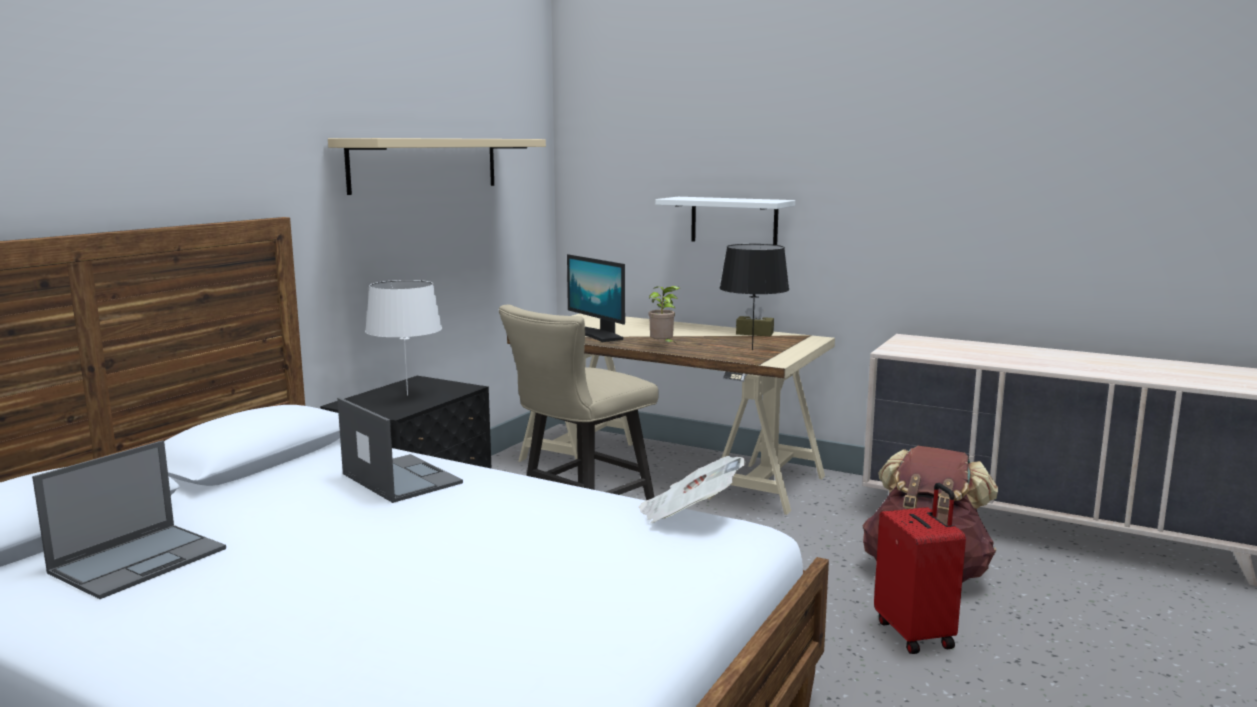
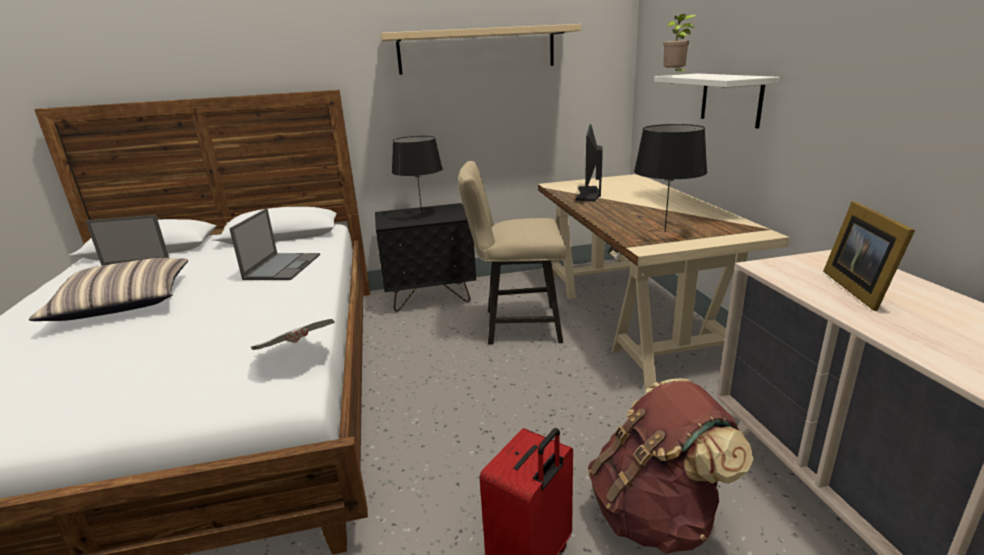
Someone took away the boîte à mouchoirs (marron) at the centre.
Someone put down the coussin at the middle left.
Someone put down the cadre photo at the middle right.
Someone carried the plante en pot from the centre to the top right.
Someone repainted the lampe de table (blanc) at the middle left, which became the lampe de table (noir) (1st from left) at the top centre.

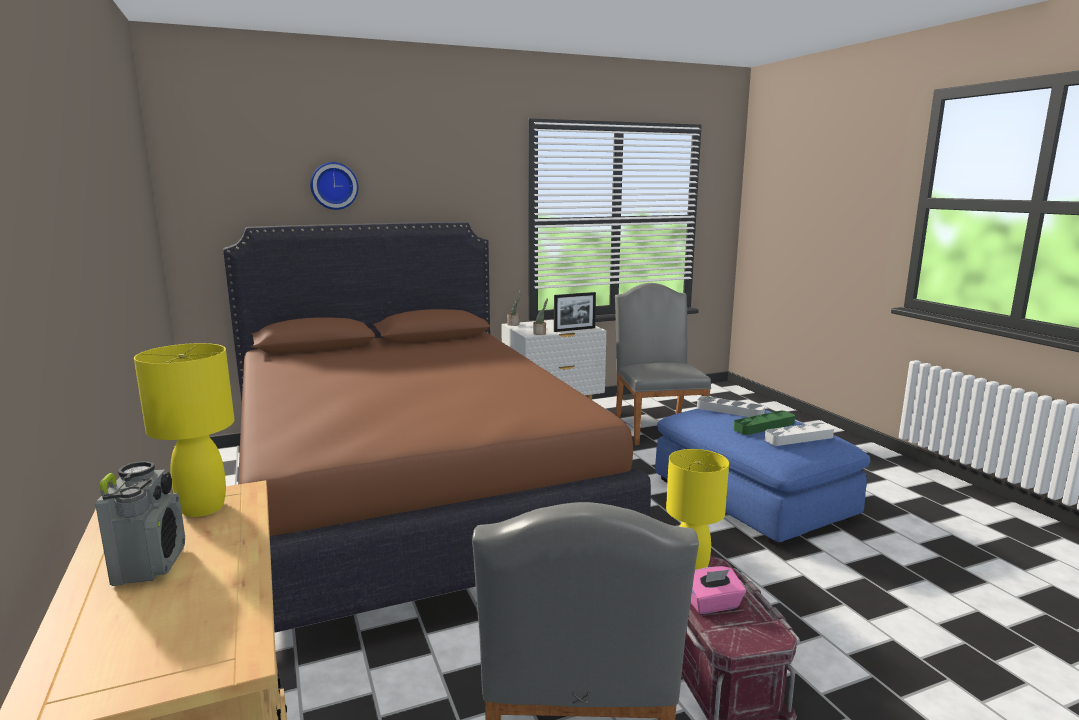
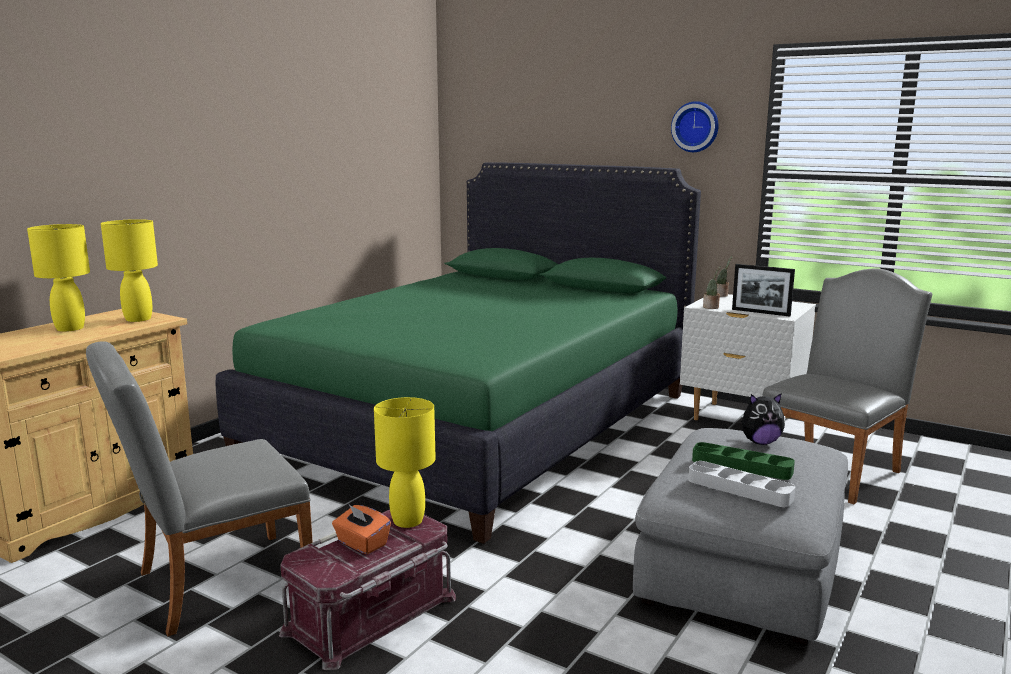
Someone carried the horloge murale from the top left to the top right.
Someone swapped the radio at the bottom left for the lampe de table (jaune) (1st from left) at the middle left.
Someone swapped the plateau (gris) (1st from left) at the middle right for the peluche at the middle right.
Someone repainted the lit (marron) at the centre, which became the lit (vert) at the centre.
Someone repainted the pouf (bleu) at the middle right, which became the pouf (gris) at the bottom right.
Someone repainted the boîte à mouchoirs (rose) at the bottom centre, which became the boîte à mouchoirs (orange) at the bottom centre.

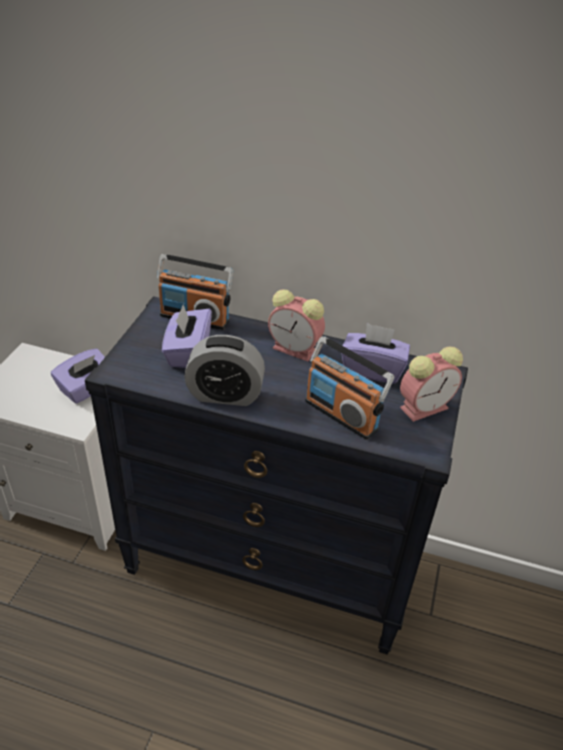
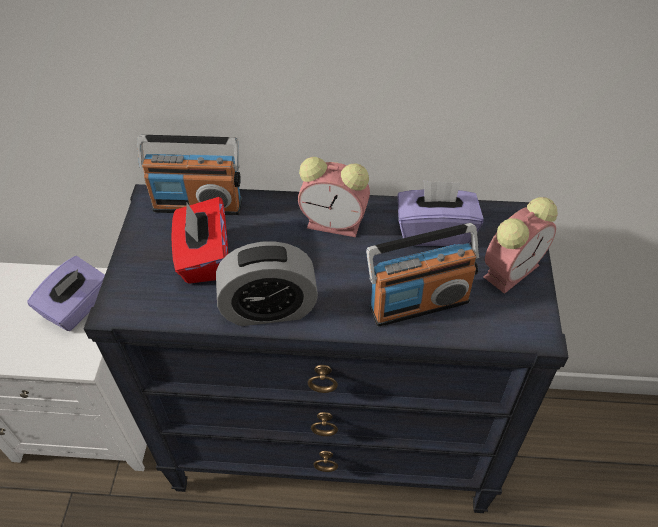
Someone repainted the boîte à mouchoirs (violet) (2nd from left) at the middle left, which became the boîte à mouchoirs (rouge) at the middle left.
Someone rotated the radio (2nd from left) at the centre by 45 degrees counterclockwise.

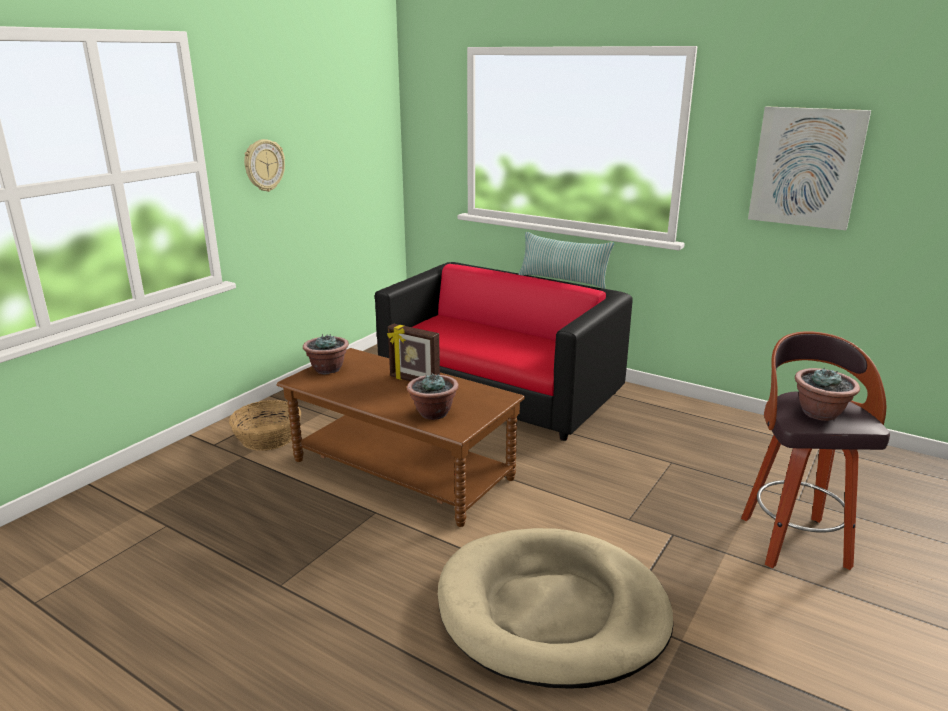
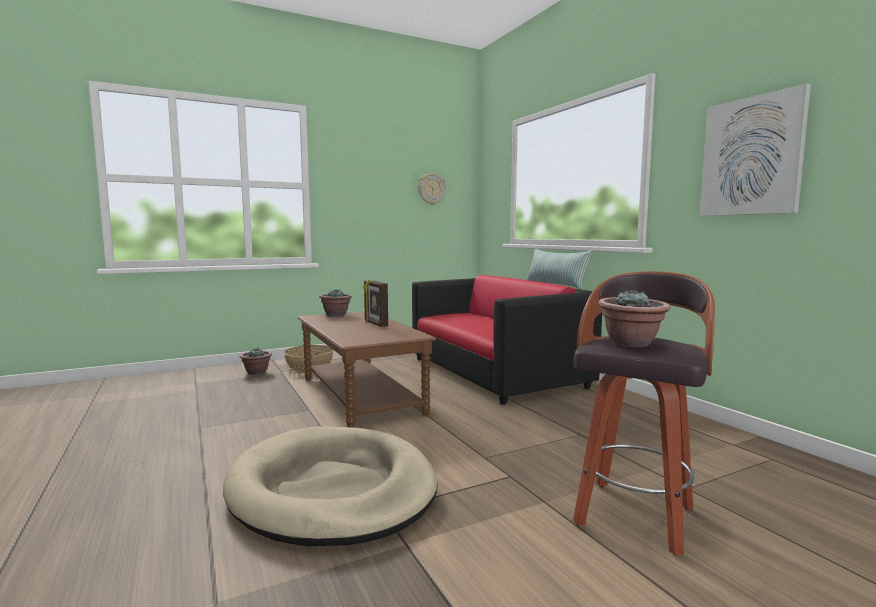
Someone carried the horloge murale from the top left to the top centre.
Someone carried the plante en pot (2nd from left in the first image) from the centre to the middle left.

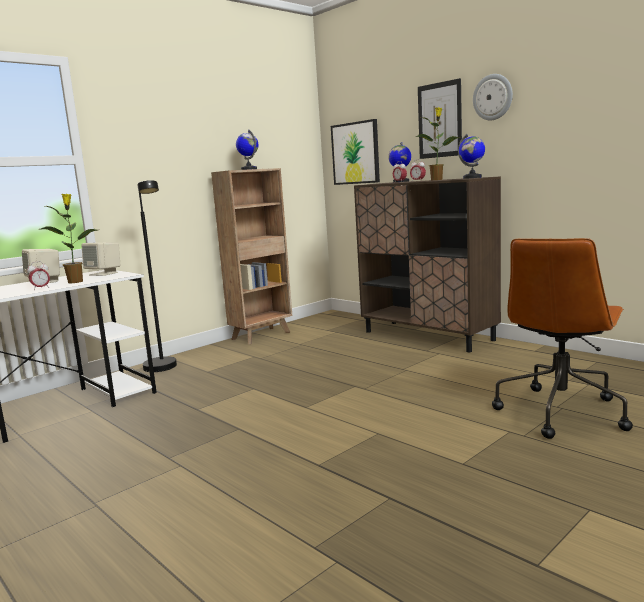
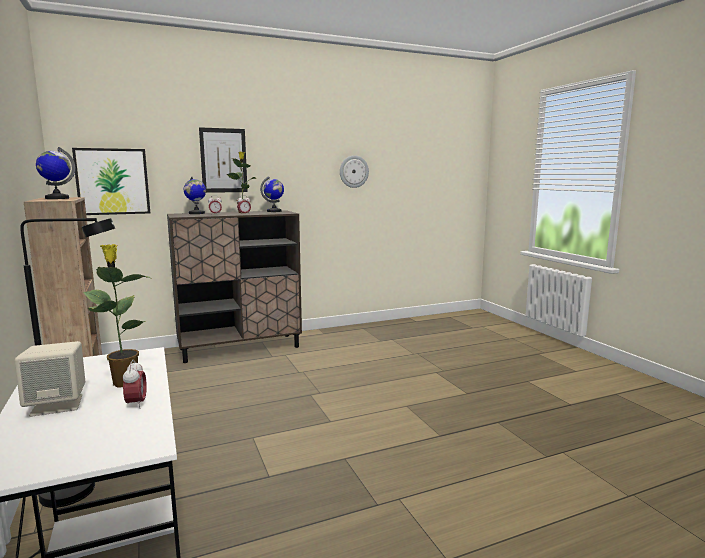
Someone took away the enceinte (beige) (2nd from left) at the middle left.
Someone took away the chaise de bureau (marron) at the middle right.
Someone carried the horloge murale from the top right to the top centre.

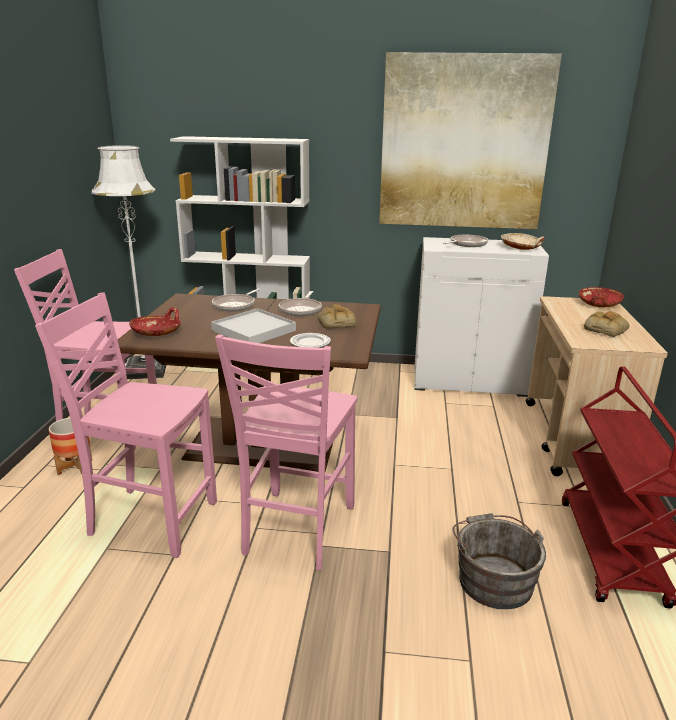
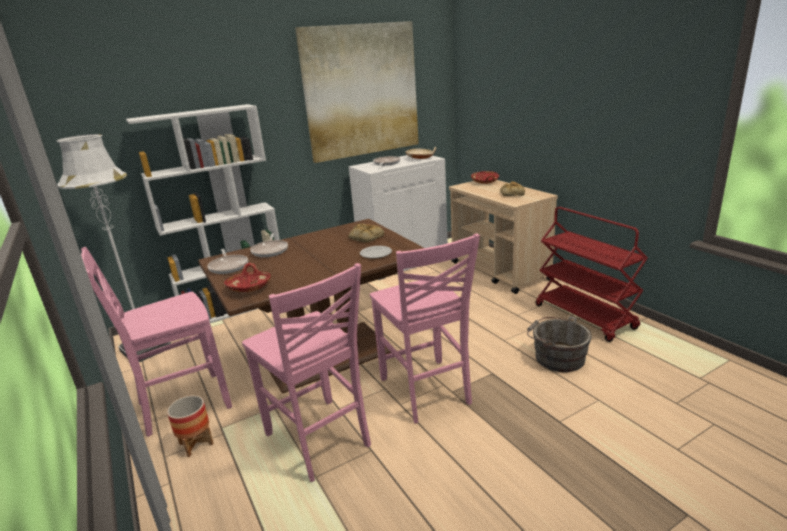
Someone took away the plateau (blanc) at the centre.
Someone carried the poêle (2nd from left in the first image) from the centre to the middle left.
Someone rotated the chaise (rose) (2nd from left) at the middle left by 105 degrees counterclockwise.

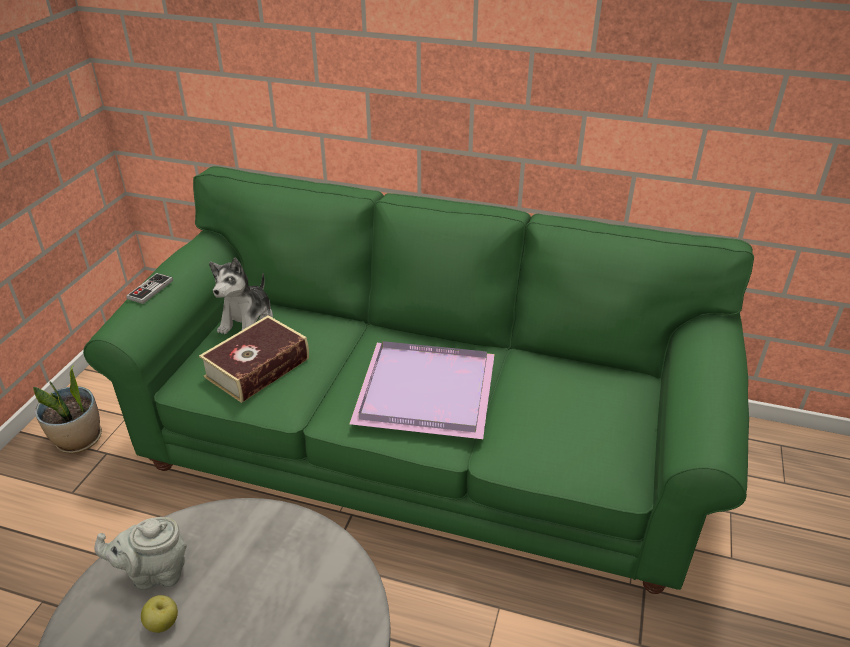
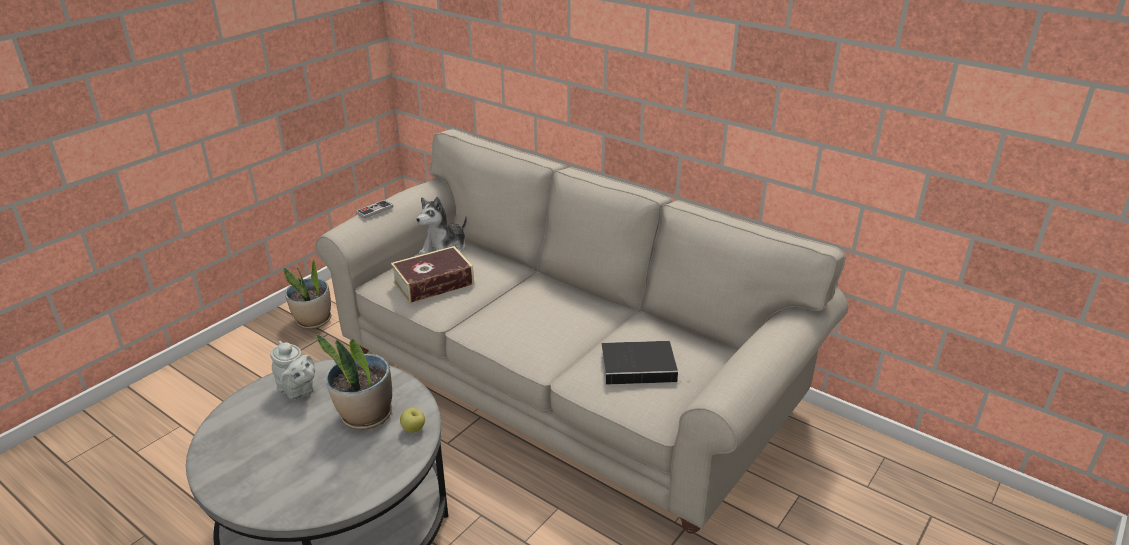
Someone took away the plateau (violet) at the centre.
Someone put down the plante en pot (2nd from left) at the bottom left.
Someone put down the livre (2nd from left) at the centre.
Someone carried the pomme from the bottom left to the bottom centre.
Someone repainted the canapé (vert) at the centre, which became the canapé (beige) at the centre.
Someone rotated the théière (gris) at the bottom left by 150 degrees counterclockwise.

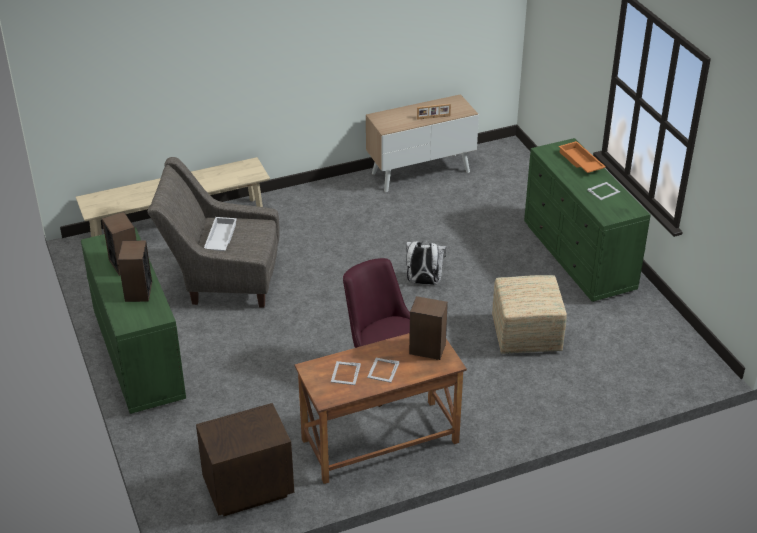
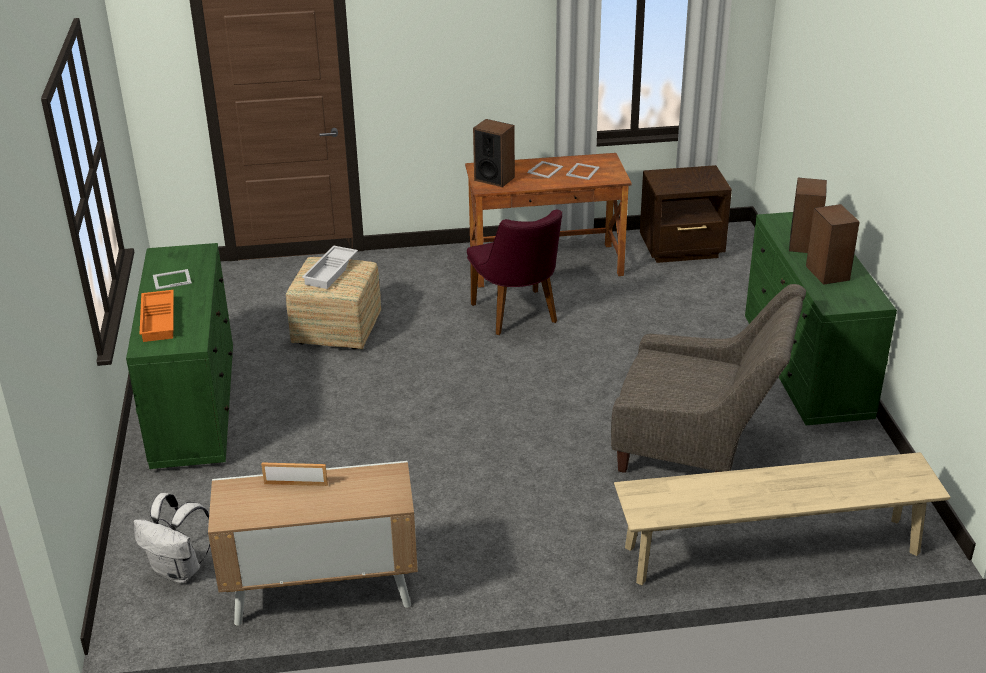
Someone carried the plateau (blanc) from the middle left to the centre.
Someone carried the sac à dos (blanc) from the centre to the bottom left.

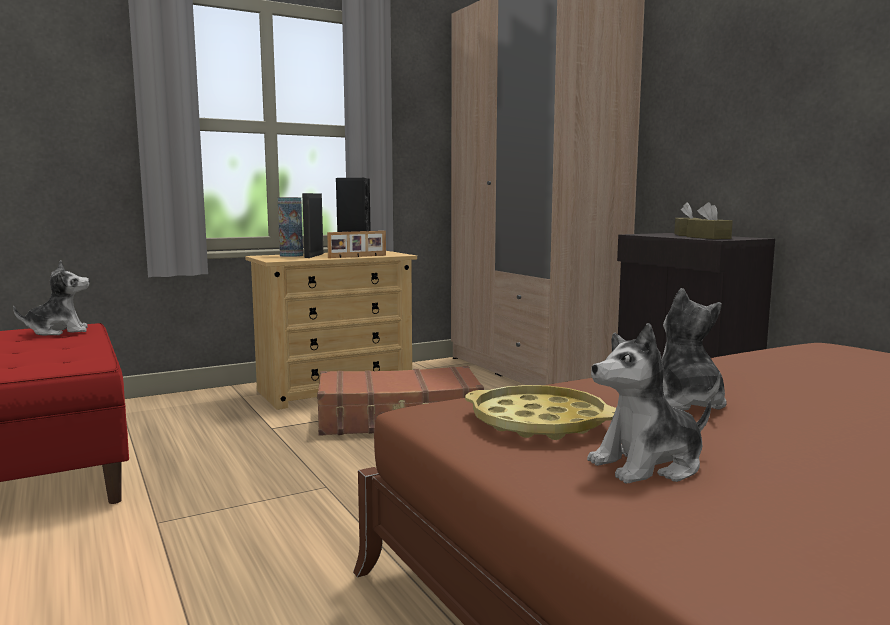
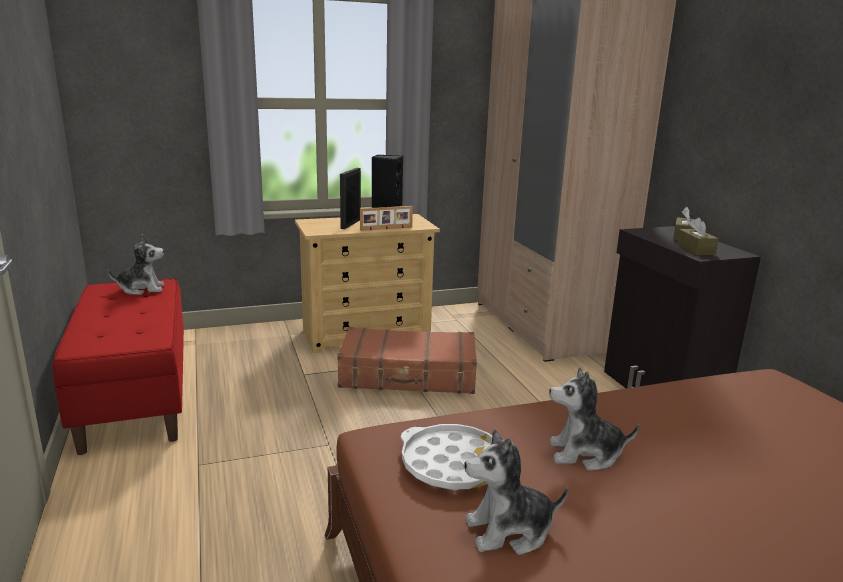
Someone took away the vase at the middle left.
Someone repainted the plateau (jaune) at the centre, which became the plateau (blanc) at the bottom centre.
Someone rotated the peluche (3rd from left) at the middle right by 90 degrees counterclockwise.

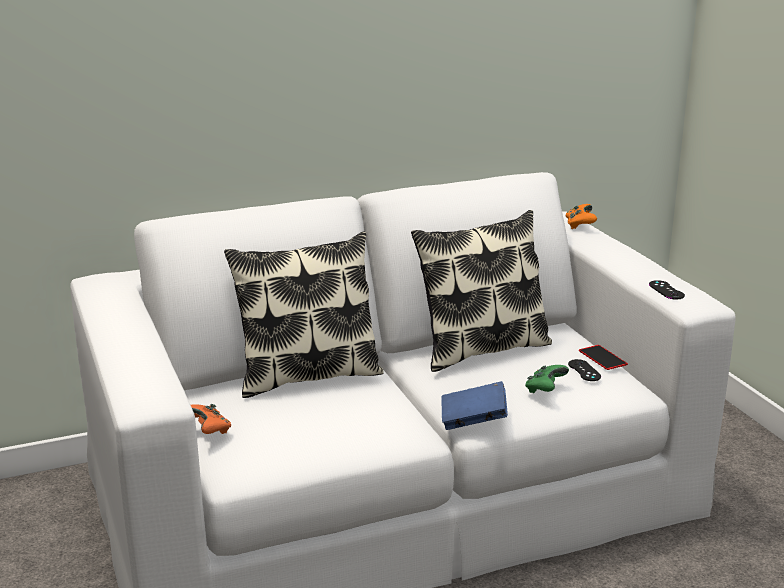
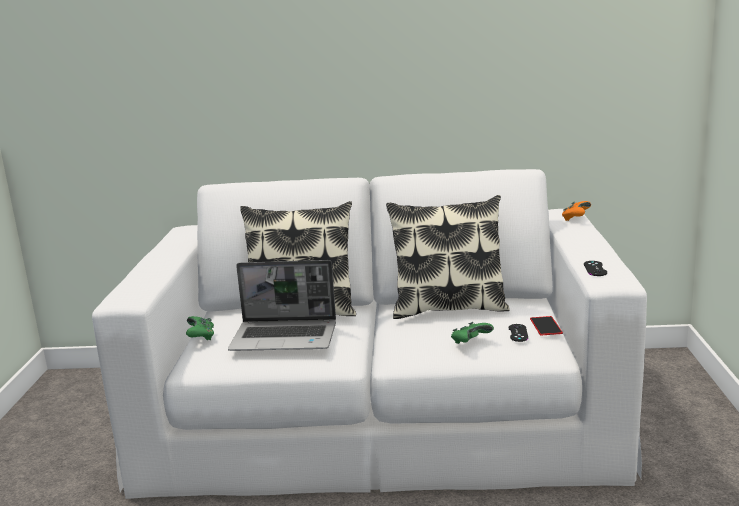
Someone took away the livre (bleu) at the bottom centre.
Someone put down the ordinateur portable at the centre.
Someone repainted the manette (orange) (1st from left) at the bottom left, which became the manette (vert) (1st from left) at the middle left.

